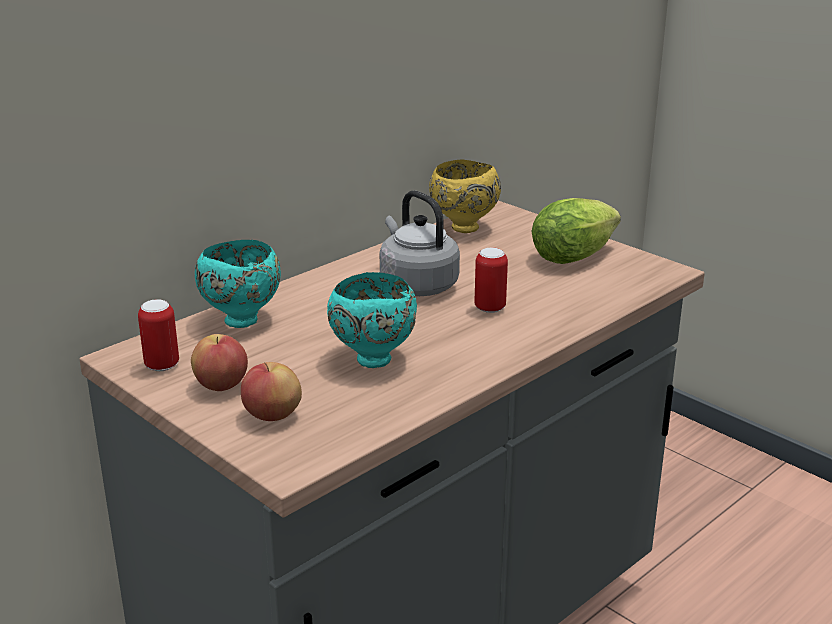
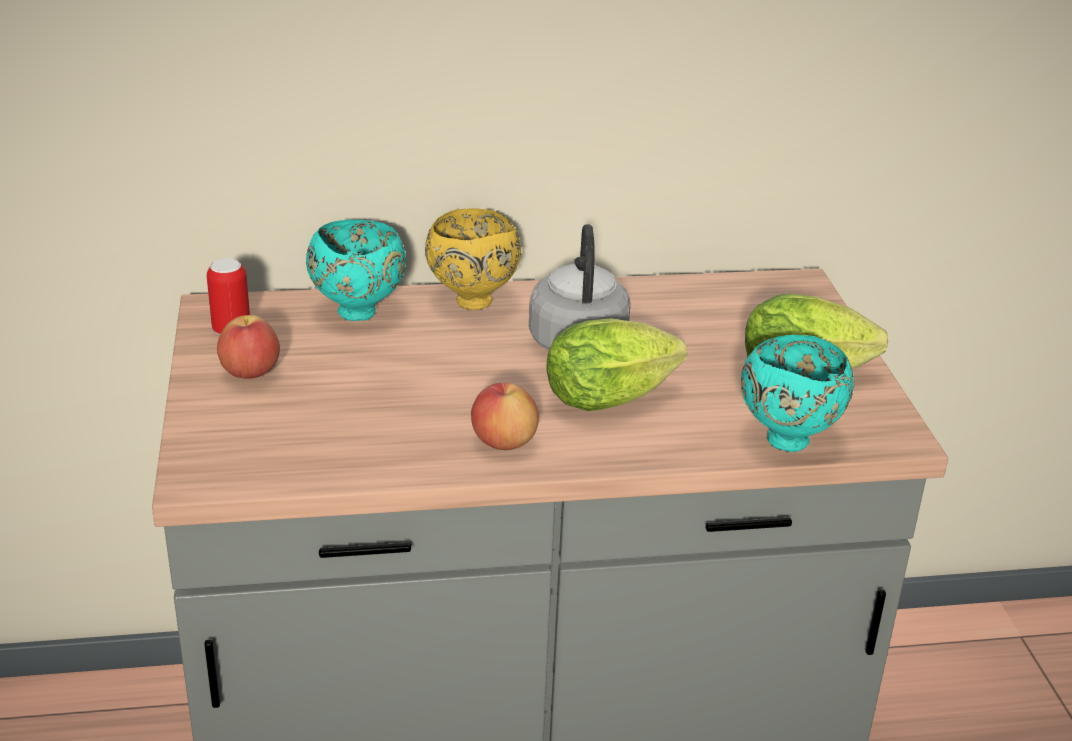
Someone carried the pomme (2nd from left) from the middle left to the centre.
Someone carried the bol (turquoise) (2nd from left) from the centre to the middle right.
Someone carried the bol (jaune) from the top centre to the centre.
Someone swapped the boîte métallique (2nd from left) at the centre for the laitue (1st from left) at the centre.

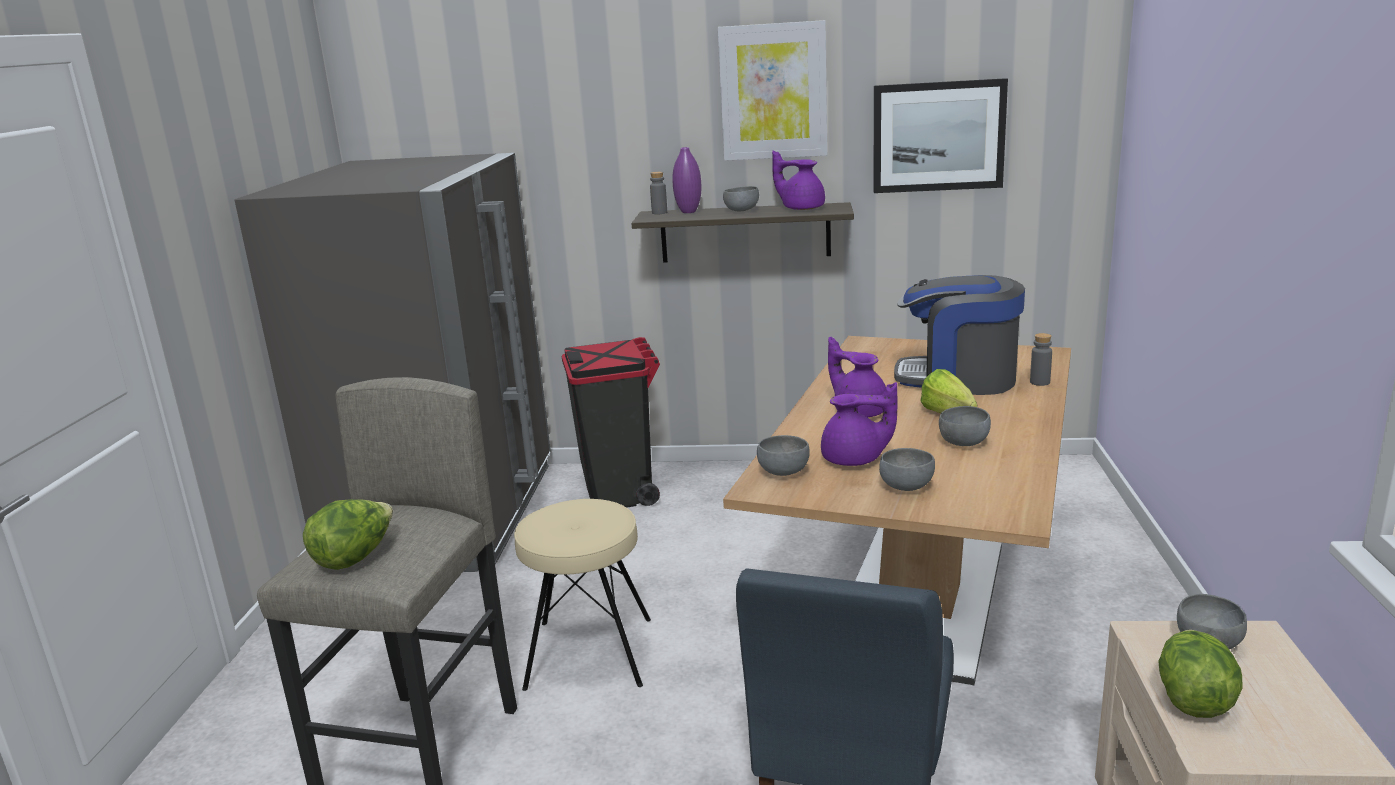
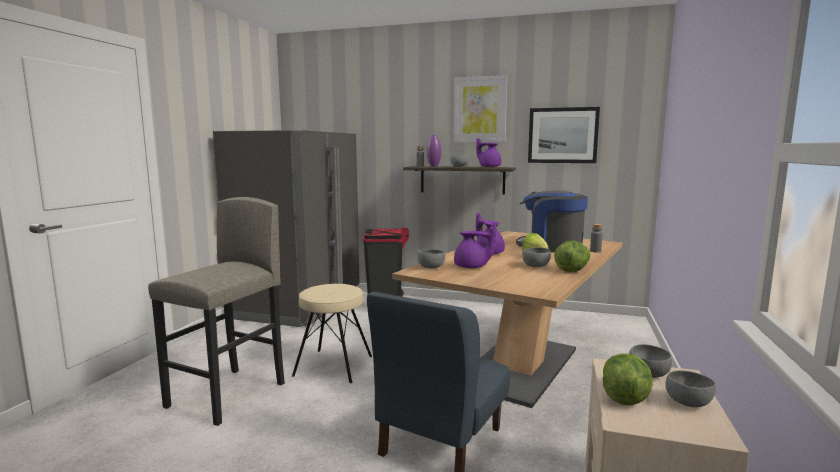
Someone carried the laitue (1st from left in the first image) from the bottom left to the middle right.
Someone carried the bol (gris) (3rd from left in the first image) from the centre to the bottom right.

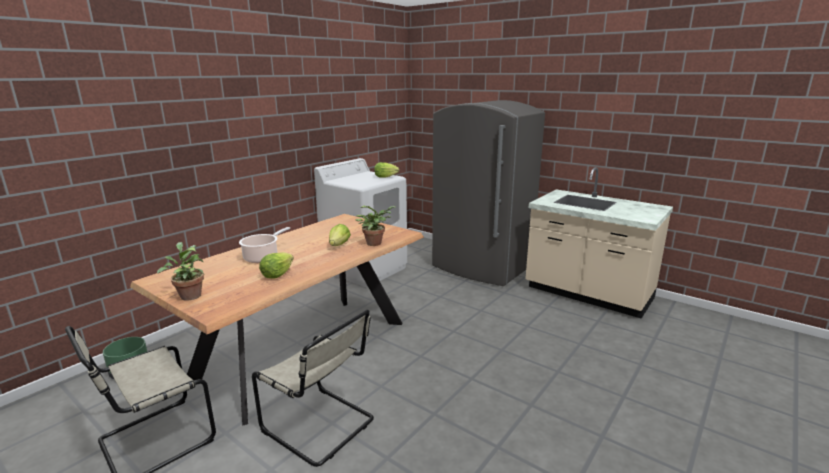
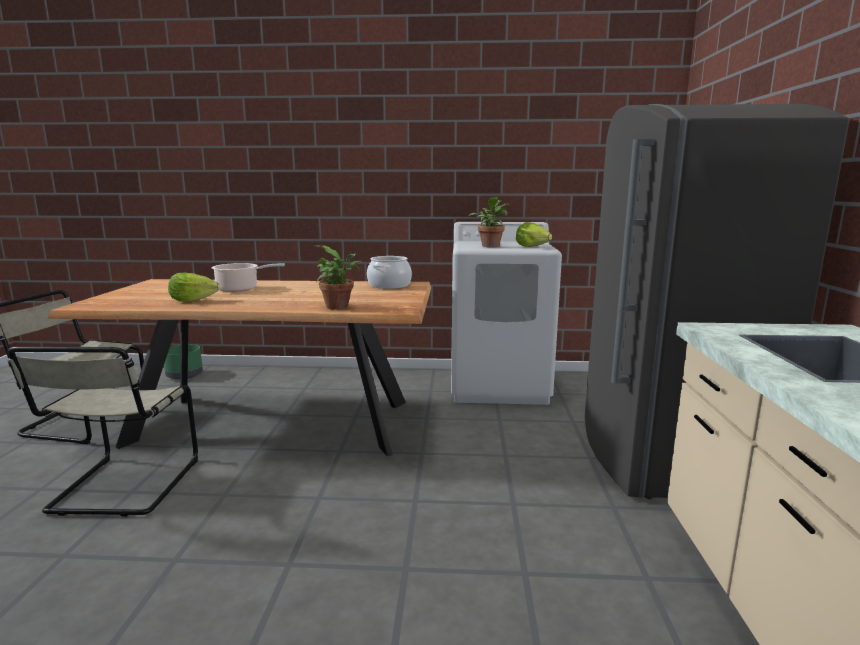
Someone took away the laitue (2nd from left) at the centre.
Someone put down the marmite (2nd from left) at the centre.
Someone carried the plante en pot (1st from left in the first image) from the middle left to the centre.

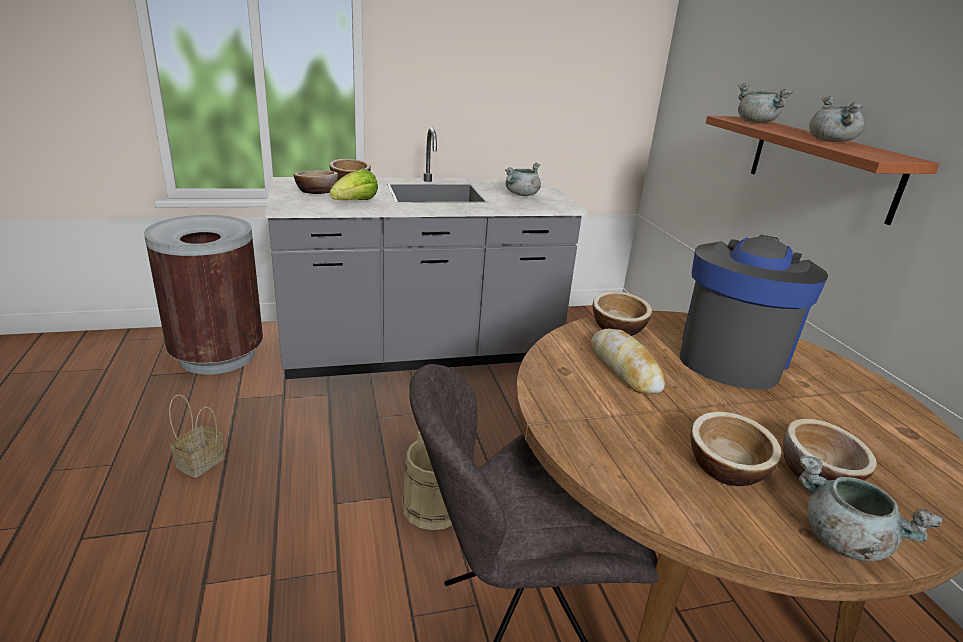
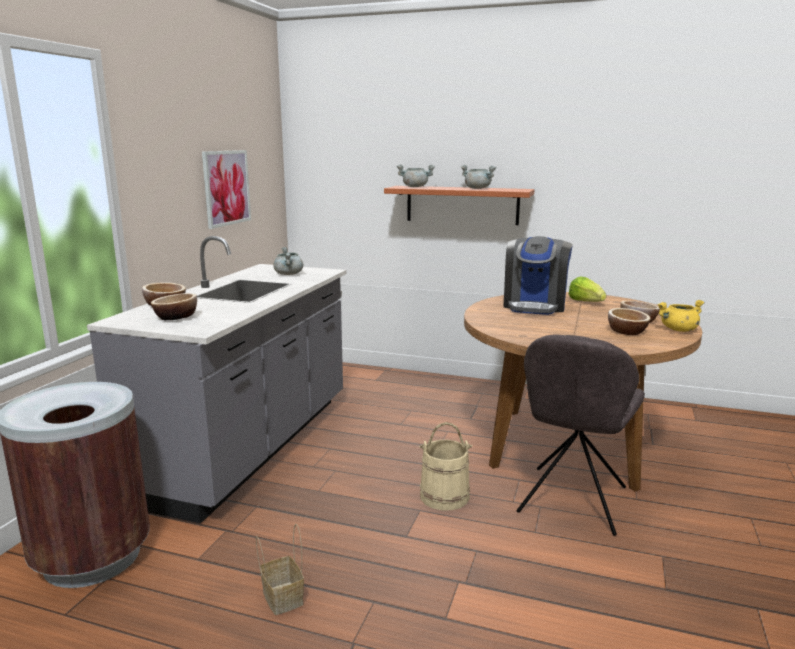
Someone took away the pain at the centre.
Someone took away the bol (3rd from left) at the centre.
Someone put up the tableau at the top left.
Someone carried the laitue from the top centre to the middle right.
Someone repainted the marmite (gris) (4th from left) at the bottom right, which became the marmite (jaune) at the middle right.
Someone rotated the machine à café at the middle right by 135 degrees counterclockwise.

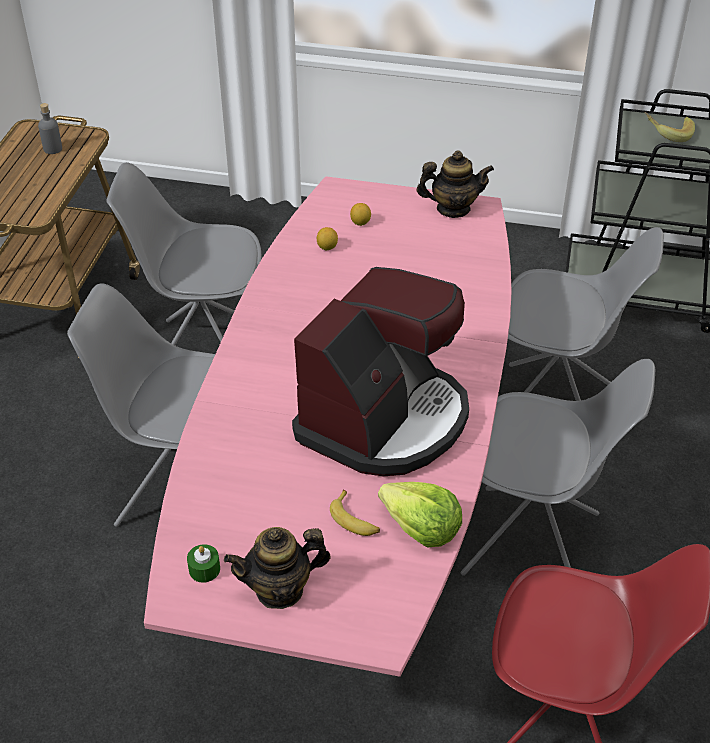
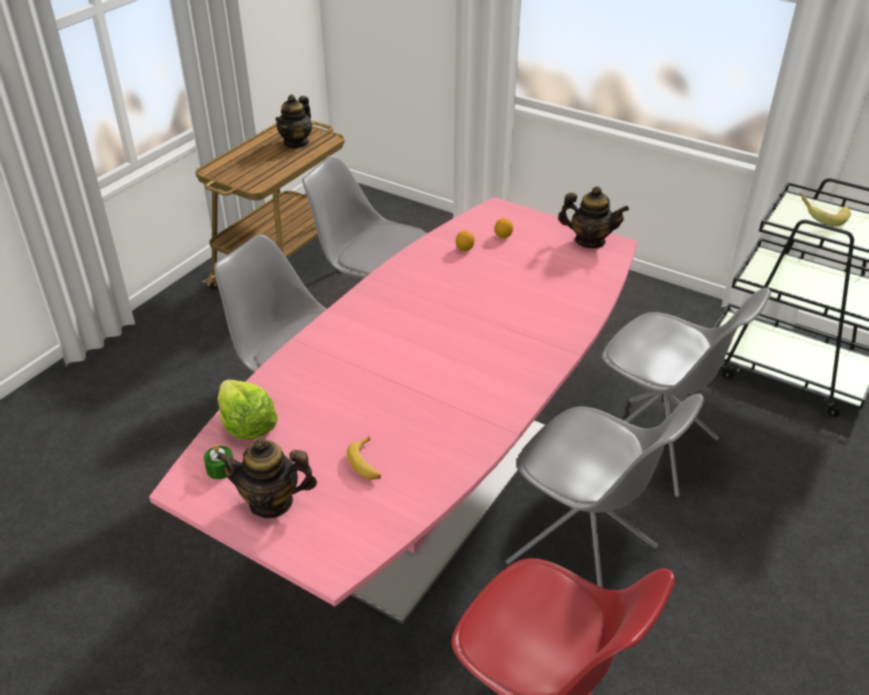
Someone took away the machine à café at the centre.
Someone carried the laitue from the bottom centre to the middle left.
Someone swapped the bouteille (gris) at the top left for the théière (2nd from left) at the top centre.

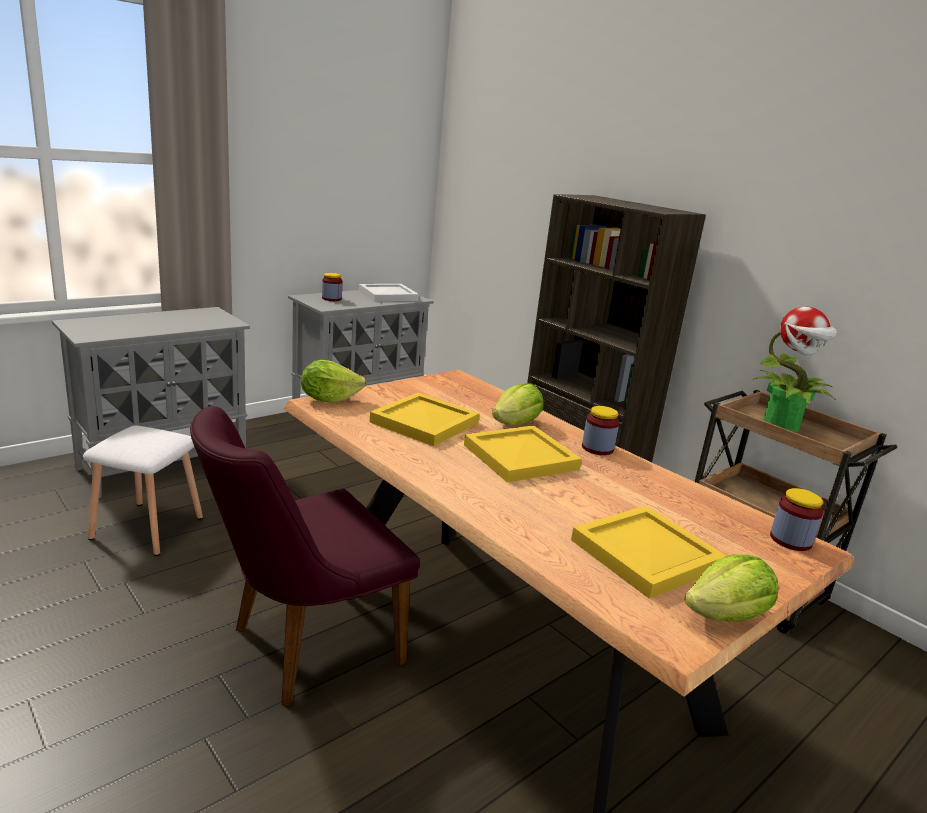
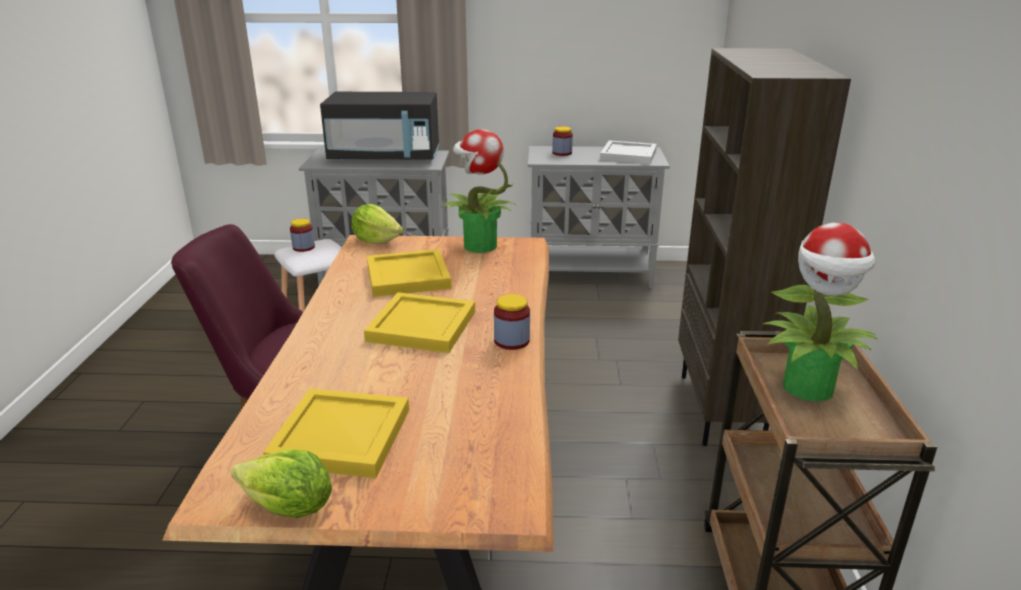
Someone took away the laitue (2nd from left) at the centre.
Someone put down the micro-ondes (noir) at the top centre.
Someone put down the plante en pot (1st from left) at the top centre.
Someone carried the bocal (3rd from left in the first image) from the middle right to the middle left.

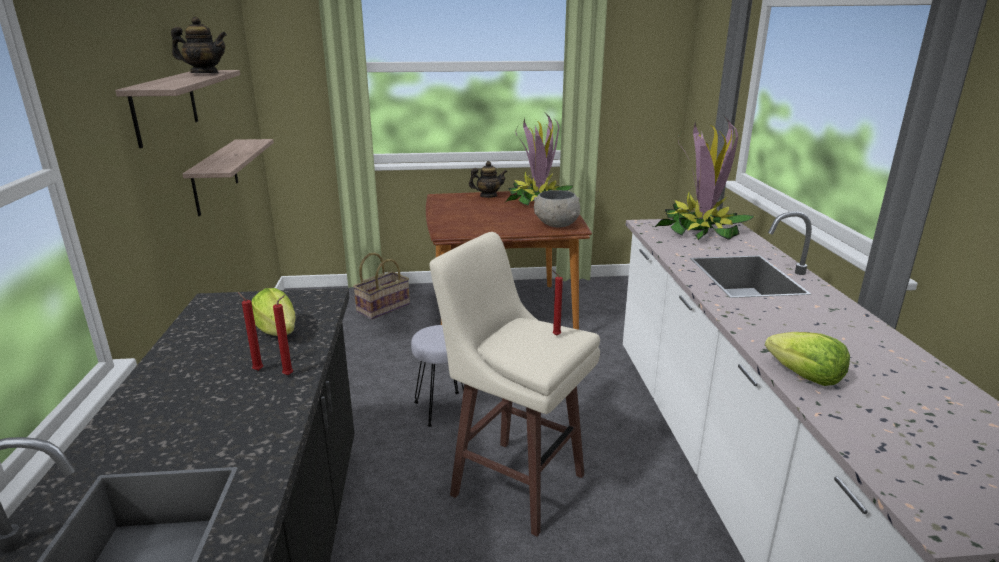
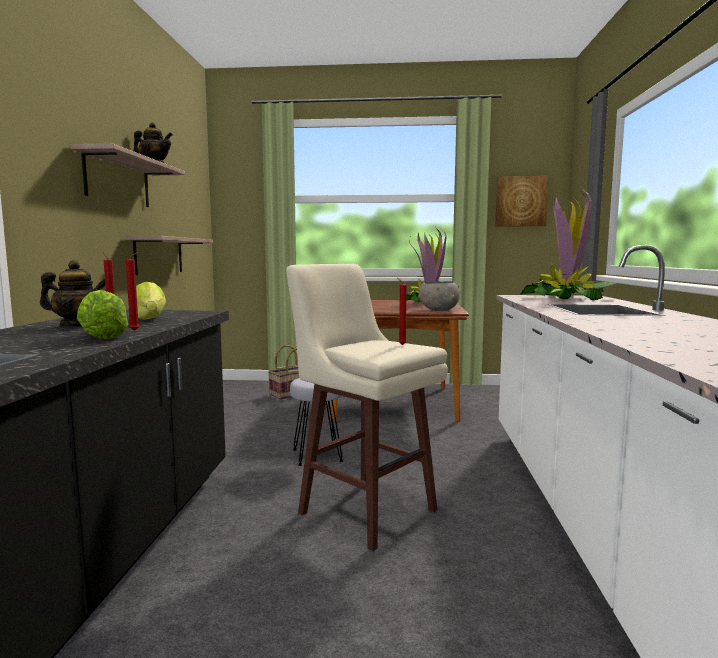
Someone put up the tableau at the top right.
Someone carried the théière (2nd from left in the first image) from the top centre to the middle left.
Someone carried the laitue (2nd from left in the first image) from the middle right to the middle left.

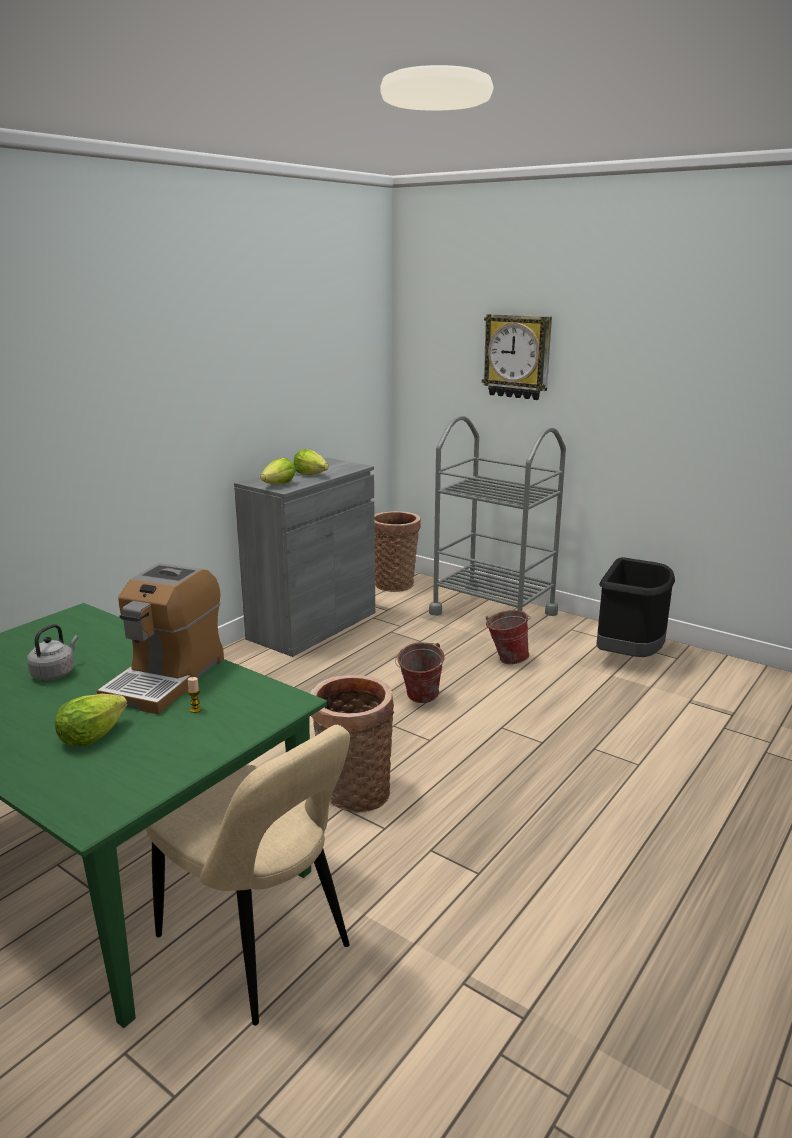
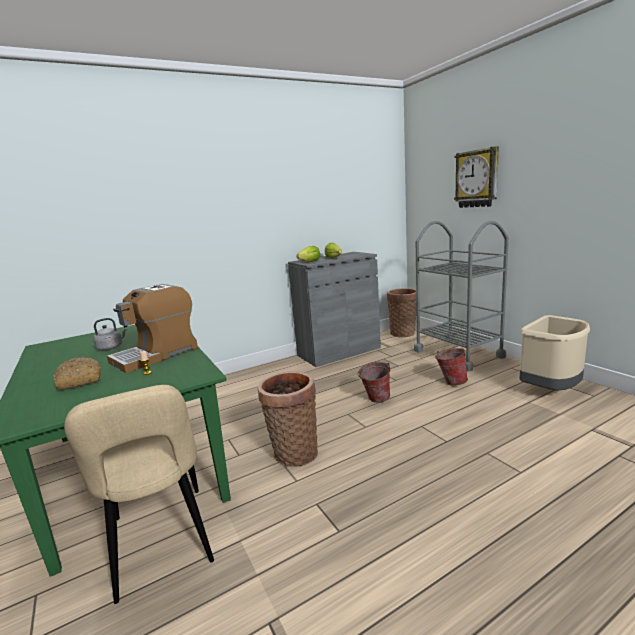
Someone swapped the laitue (1st from left) at the middle left for the pain at the middle left.
Someone repainted the poubelle (noir) at the middle right, which became the poubelle (beige) at the middle right.

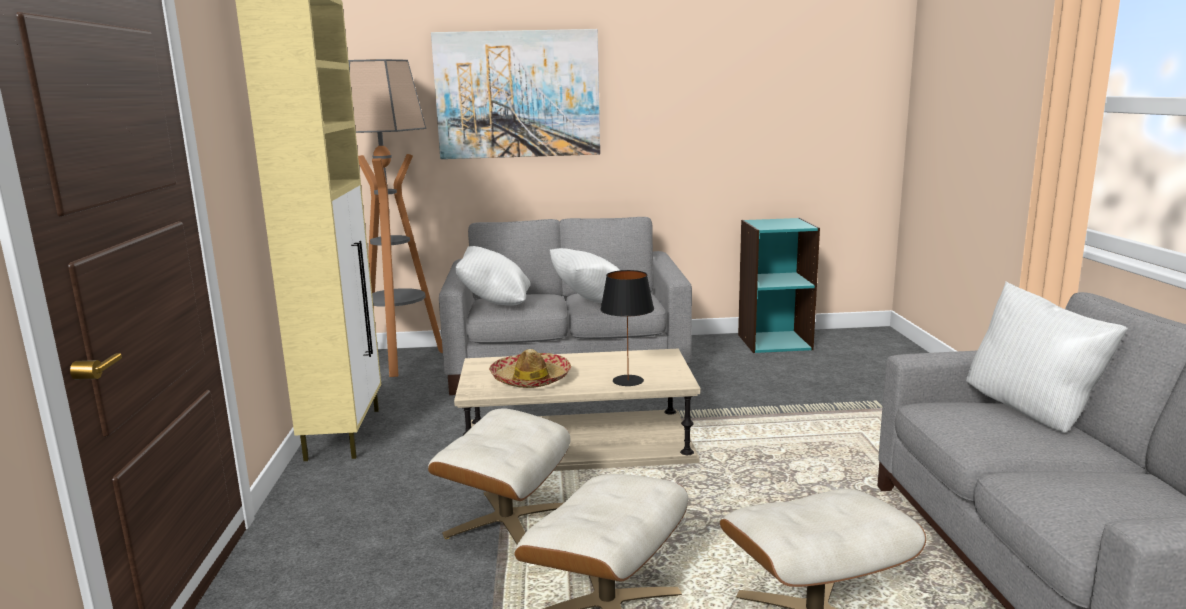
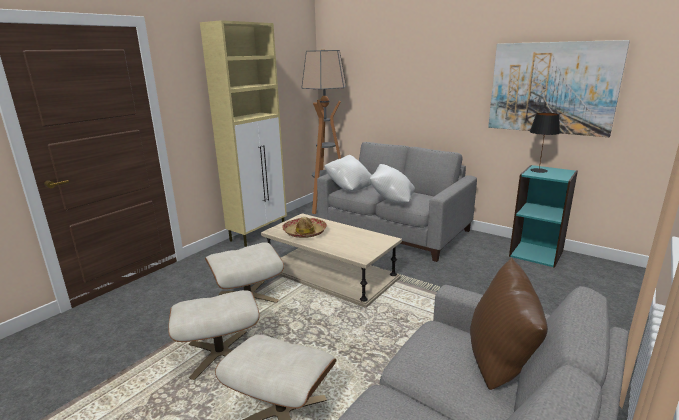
Someone carried the tableau from the top centre to the top right.
Someone carried the lampe de table (noir) from the centre to the middle right.
Someone repainted the coussin (blanc) (3rd from left) at the middle right, which became the coussin (marron) at the bottom right.

